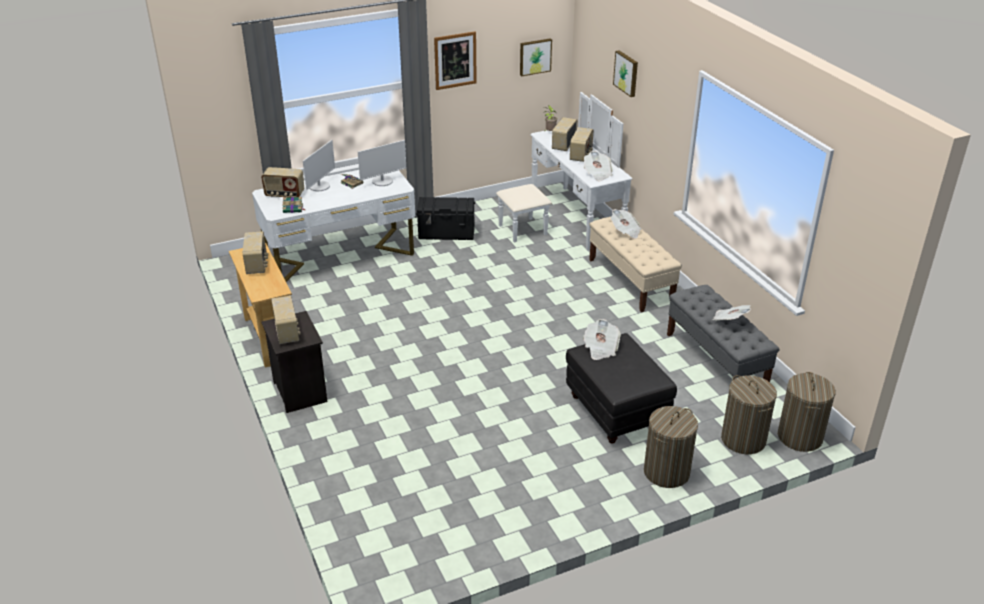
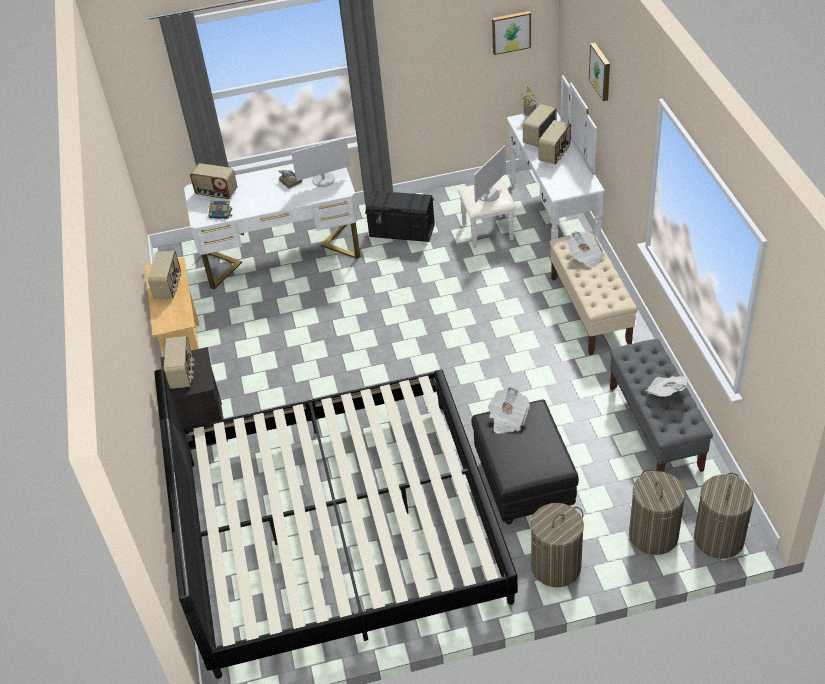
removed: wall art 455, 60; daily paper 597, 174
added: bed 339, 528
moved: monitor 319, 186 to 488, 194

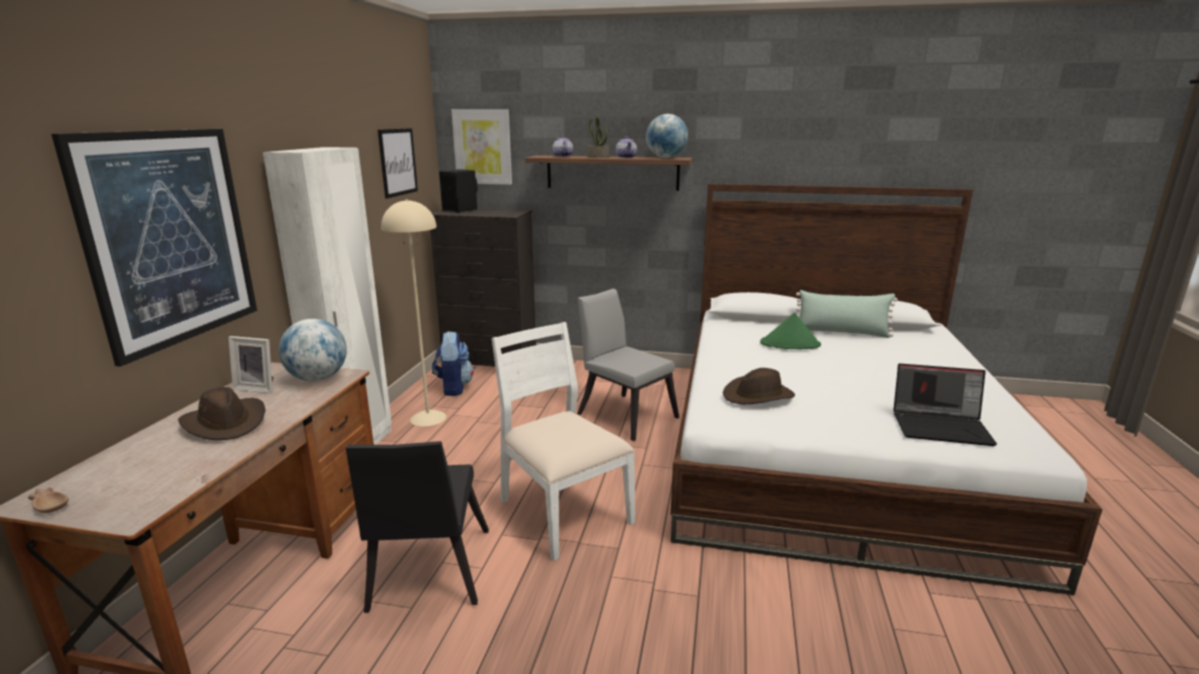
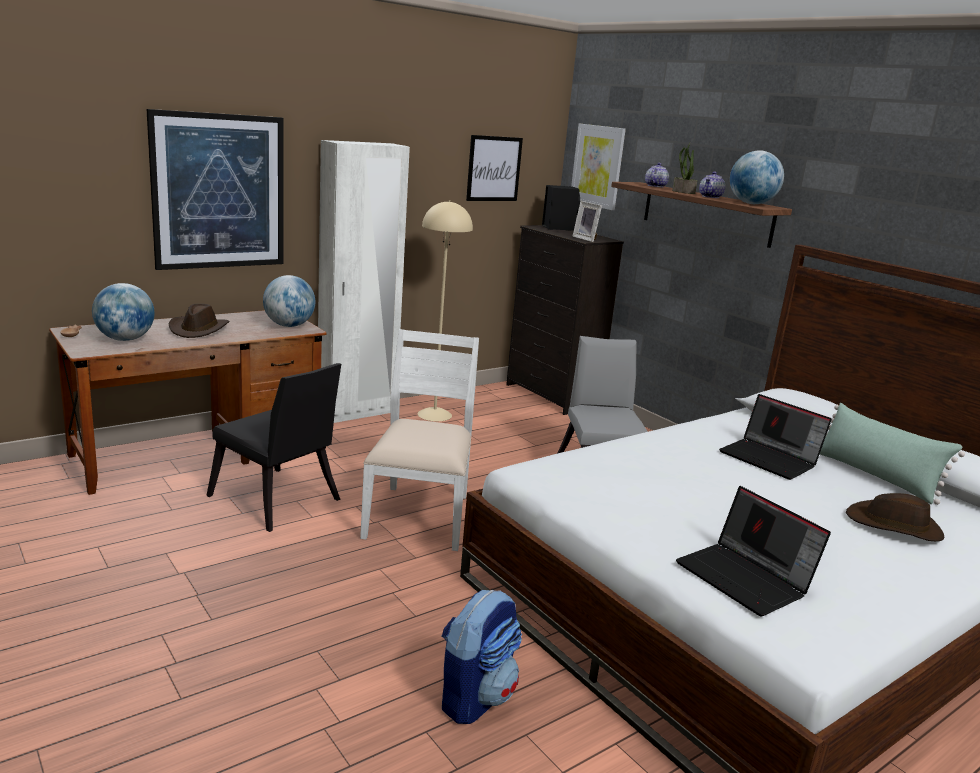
added: desk globe 125, 339
moved: backpack 453, 388 to 475, 697; photo frame 258, 387 to 586, 239; brown wearable hat 758, 396 to 894, 526
replaced: green wearable hat 790, 344 to notebook computer 770, 459
turned: black-coloured plain chair 427, 575 = 277, 502 90 degrees counterclockwise

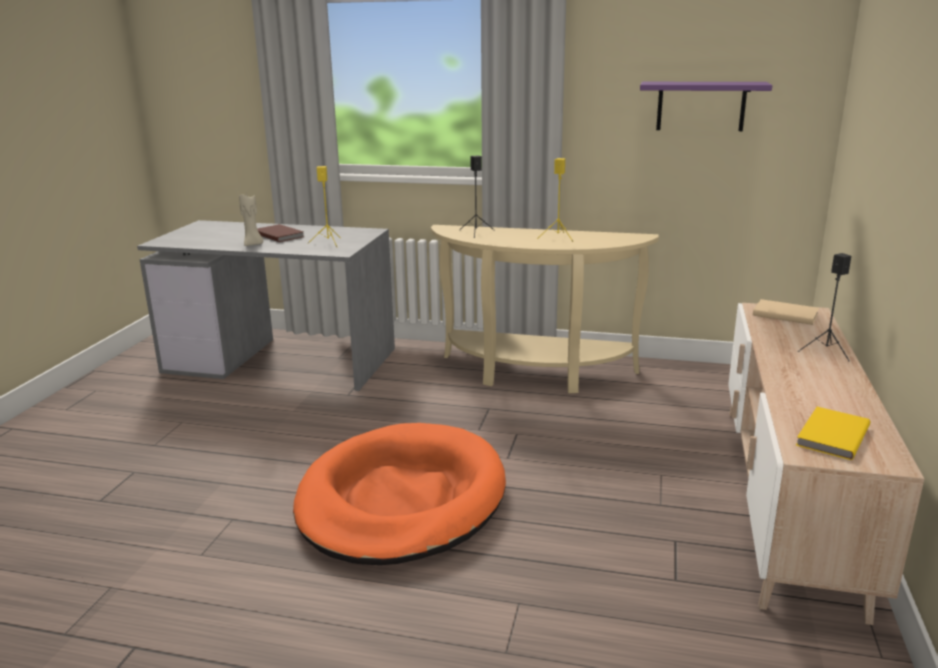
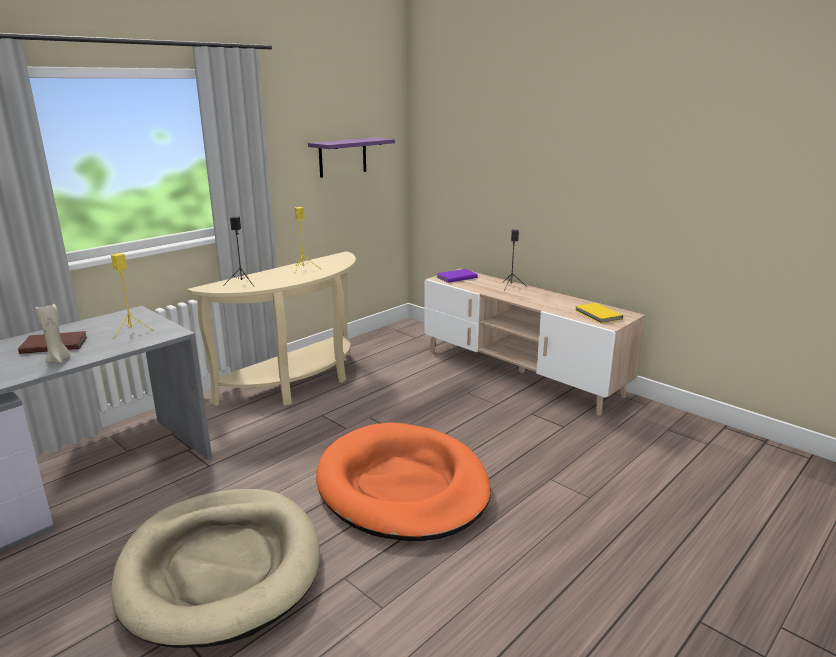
added: beige dog cushion 221, 568
recoloured: beige book 784, 314 to purple book 455, 277

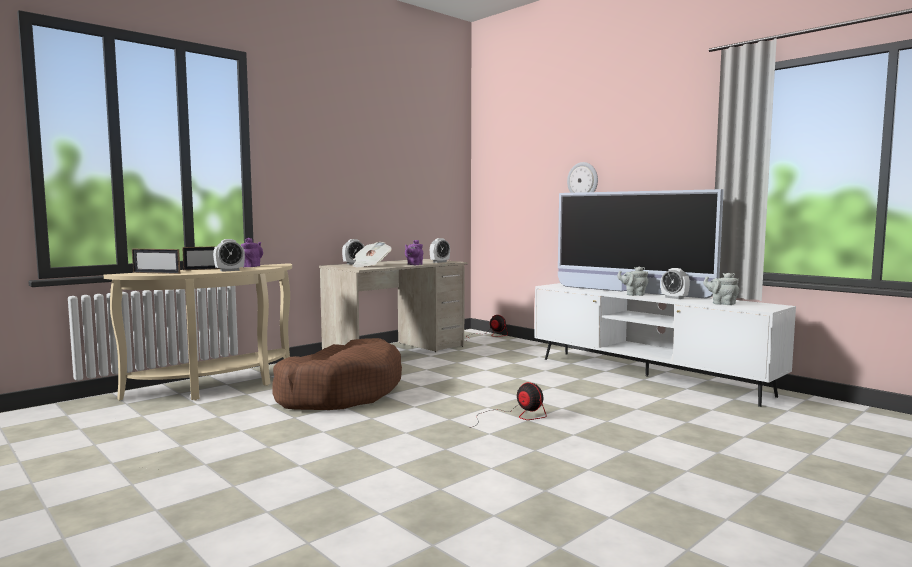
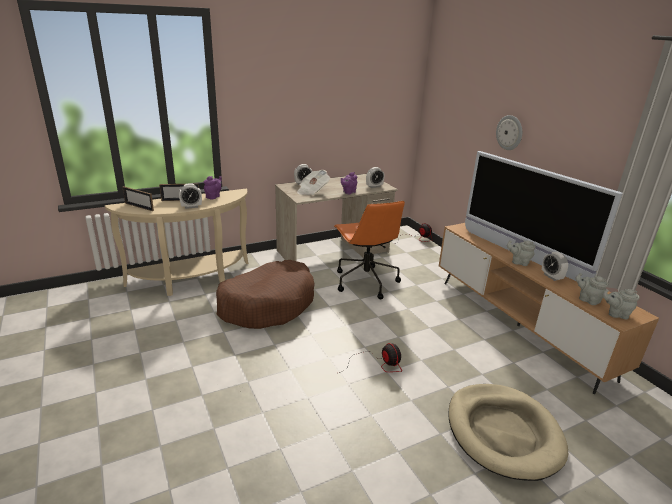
added: orange computer chair 365, 281; beige dog cushion 503, 432; greyish pot for tea 616, 314
recoloured: white-coloured tv stand 646, 376 to brown tv stand 518, 325

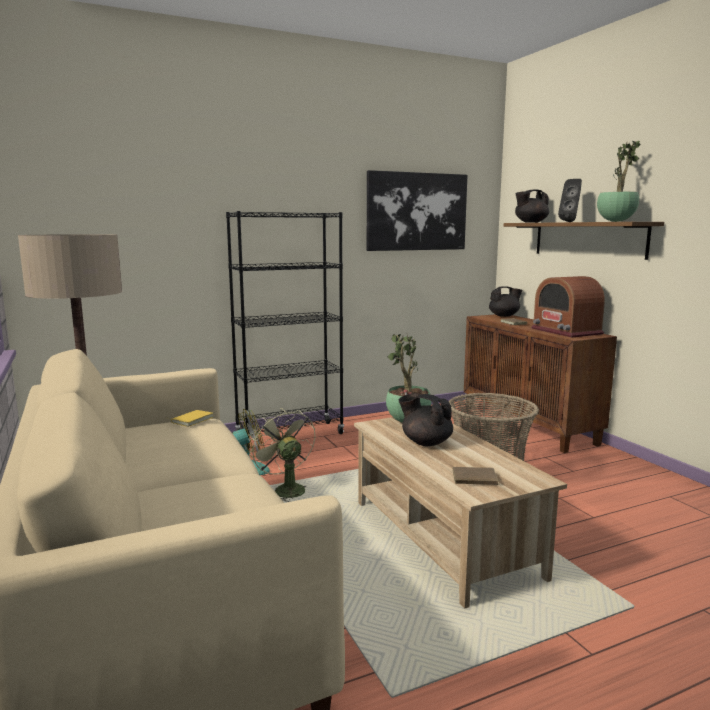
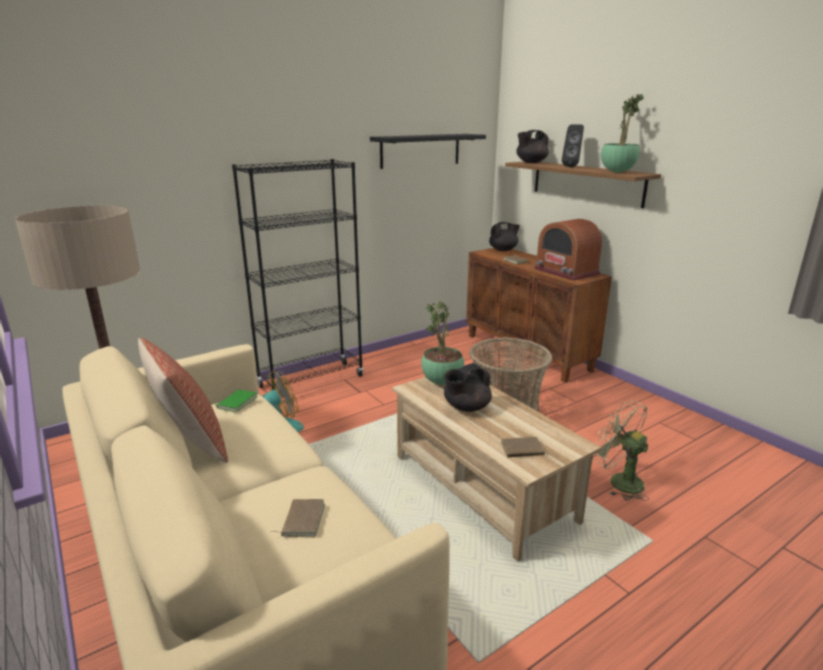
added: throw pillow 190, 443; brown book 302, 520
moved: green electric fan 285, 489 to 618, 481
replaced: wall art 416, 211 to black-coloured shelf 420, 150
recoloured: yellowish book 191, 420 to green book 236, 402
turned: black-coloured pot for tea 426, 442 = 466, 407 60 degrees counterclockwise

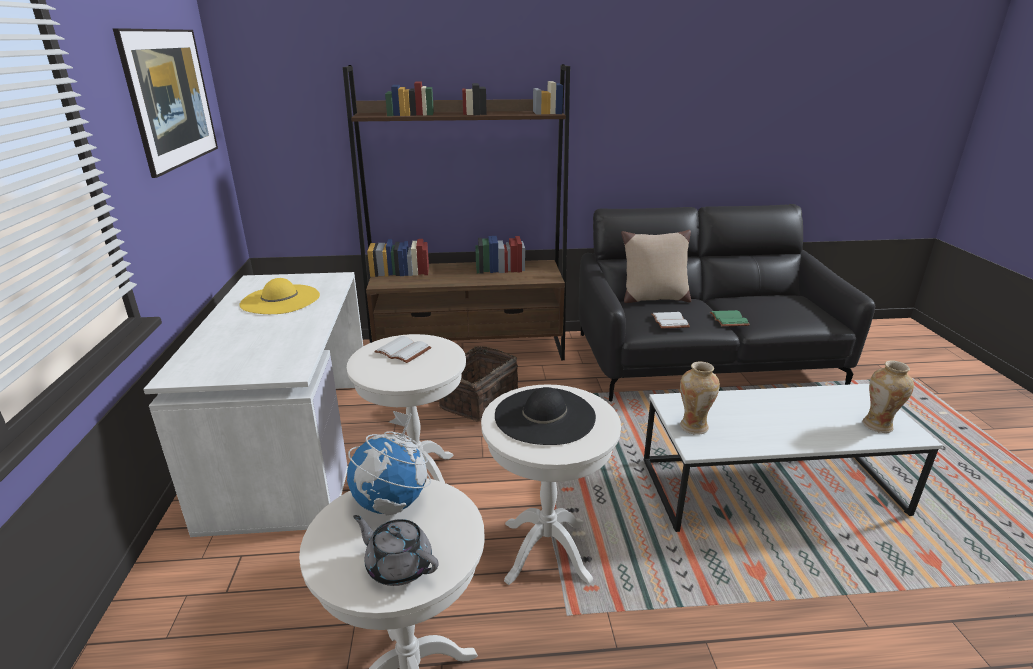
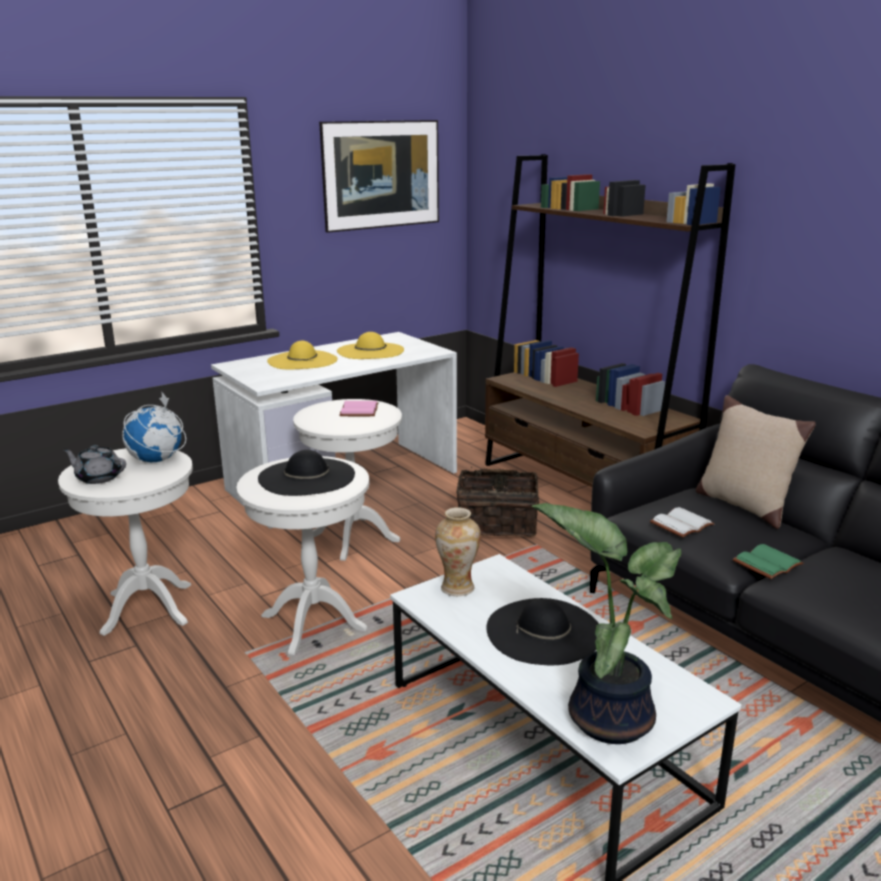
added: yellowish wearable hat 302, 360; black-coloured wearable hat 544, 631
replaced: flower vase 878, 425 to potted plant 609, 716
recoloured: white-coloured book 404, 351 to pink-coloured book 360, 411
turned: greyish pot for tea 398, 565 = 98, 478 75 degrees counterclockwise

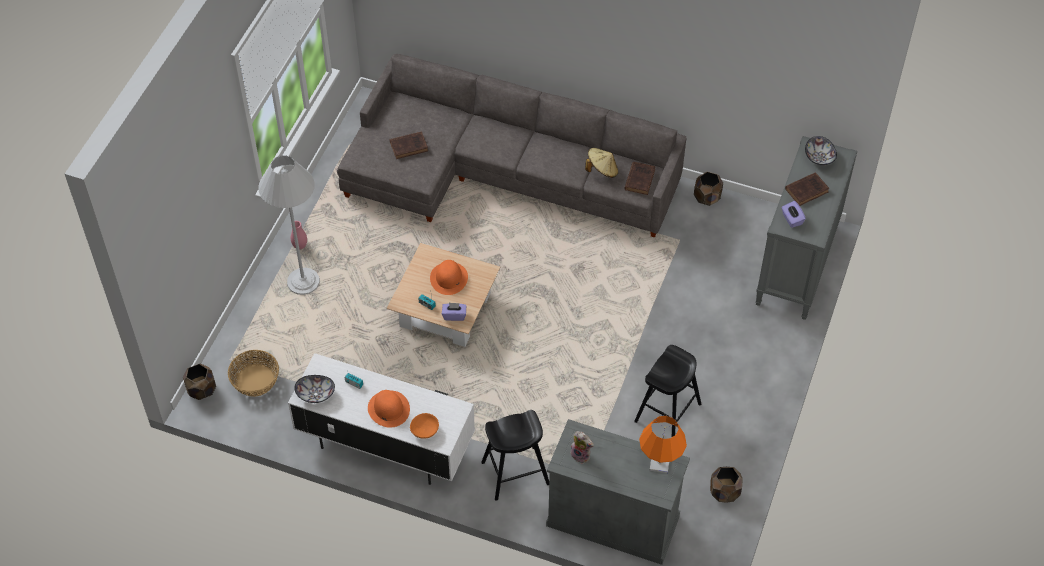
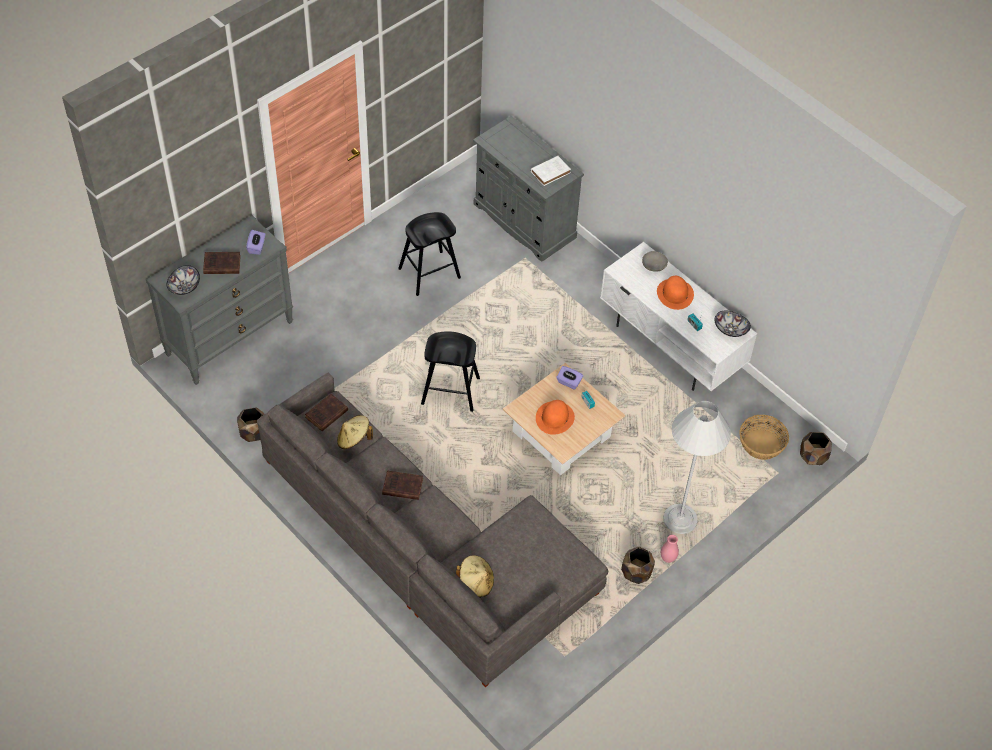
removed: orange lamp for a table 660, 464
added: beige wearable hat 476, 582
moved: brown book 410, 146 to 401, 486; black-coloured stool 515, 473 to 450, 391; brown plant pot 725, 492 to 636, 572
replaced: plush toy 581, 455 to white-coloured book 551, 172
recoloured: orange deep dish 425, 431 to greyish deep dish 653, 266

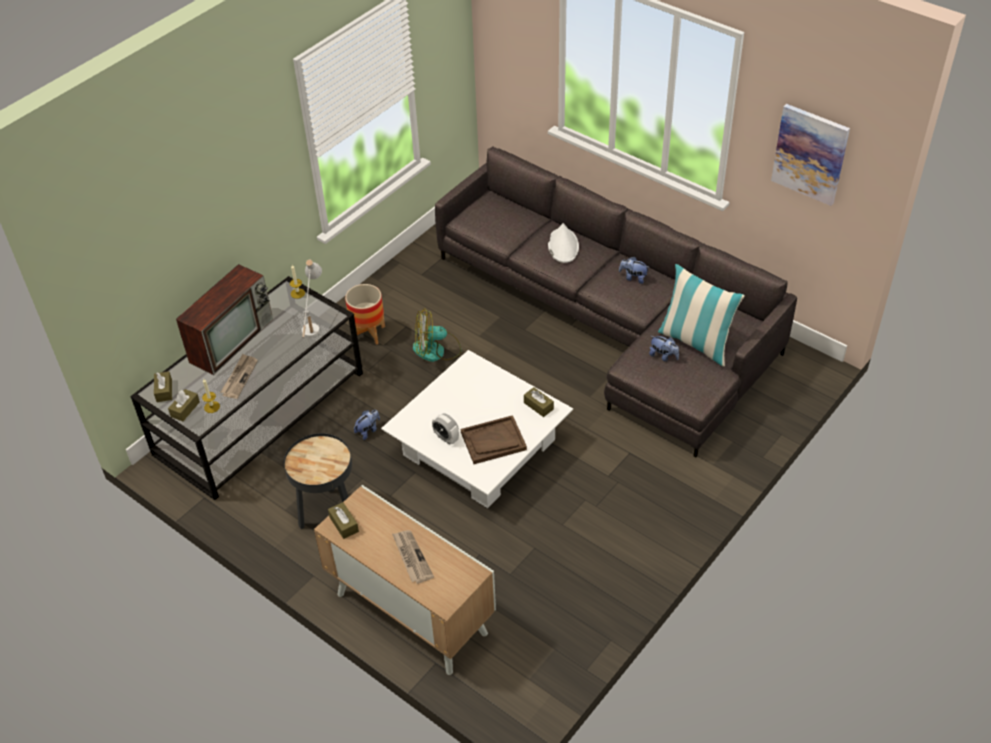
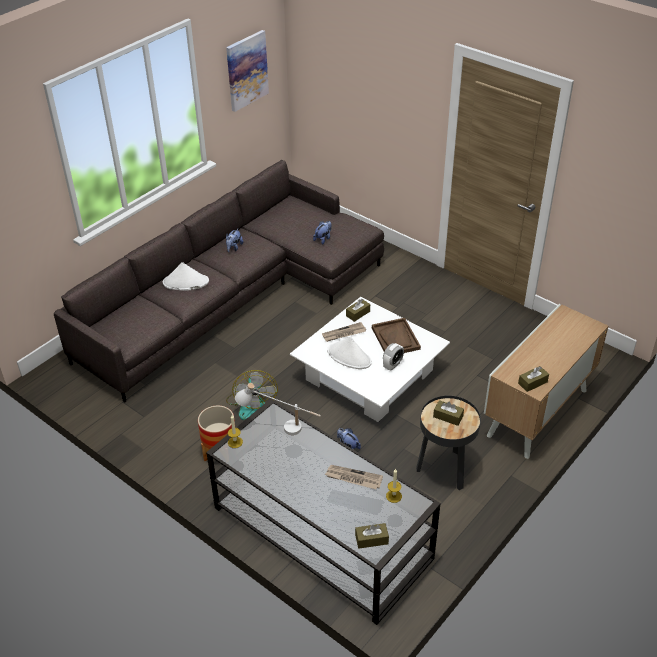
removed: television 232, 339; throw pillow 695, 342
added: white-coloured wearable hat 349, 357
moved: daily paper 411, 557 to 343, 333; brown tissue holder 185, 409 to 448, 416

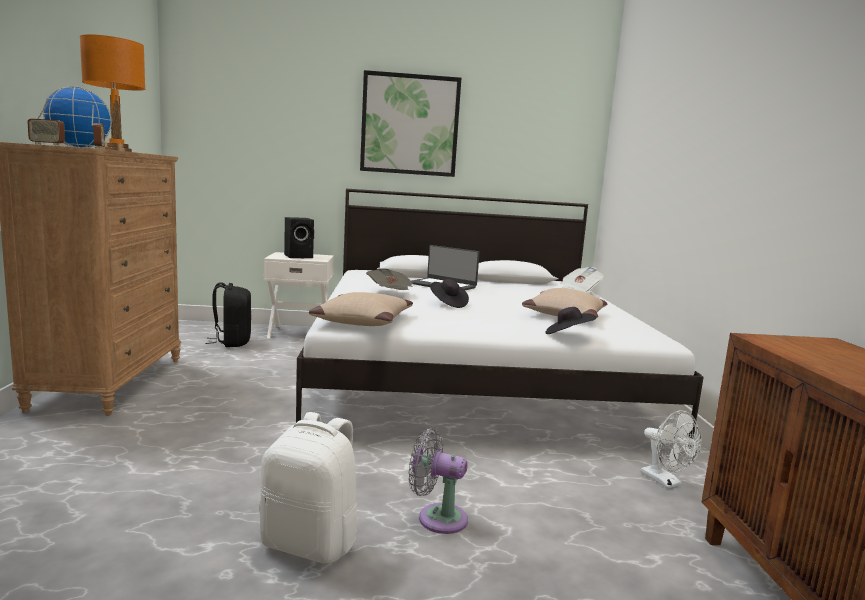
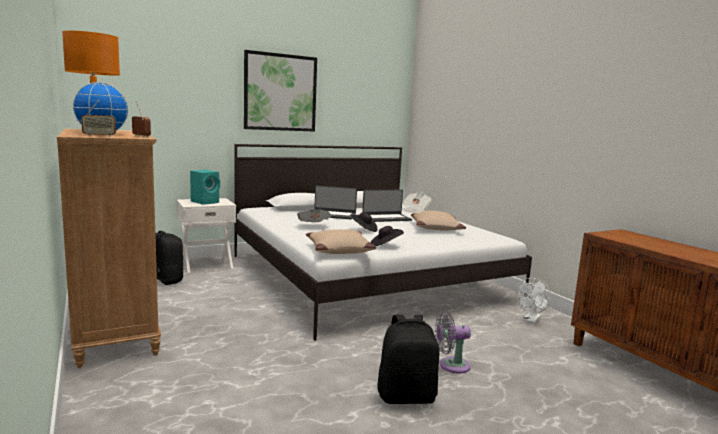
added: notebook computer 386, 218
moved: black-coloured wearable hat 567, 335 to 385, 245
recoloured: black-coloured speaker 299, 256 to turquoise speaker 206, 202; white-coloured backpack 311, 543 to black-coloured backpack 406, 396
turned: white-coloured electric fan 665, 482 = 531, 320 90 degrees clockwise

